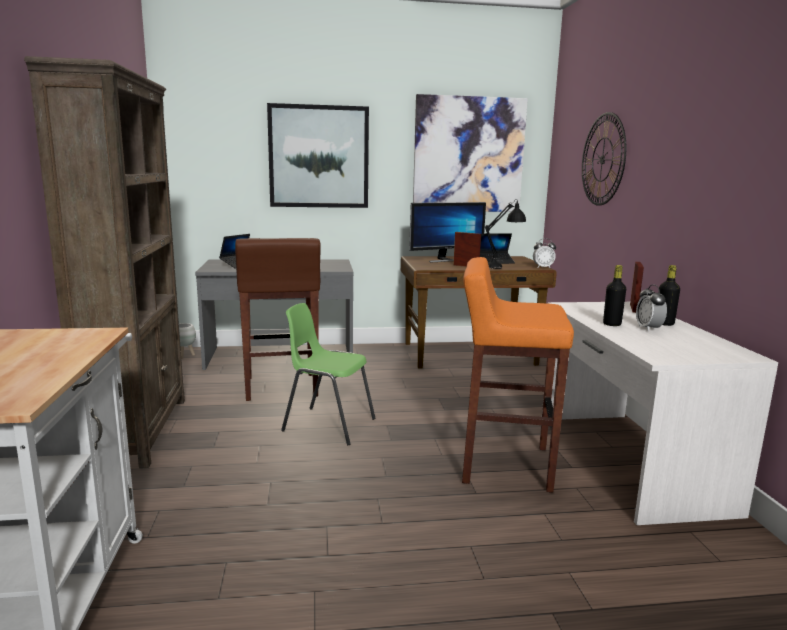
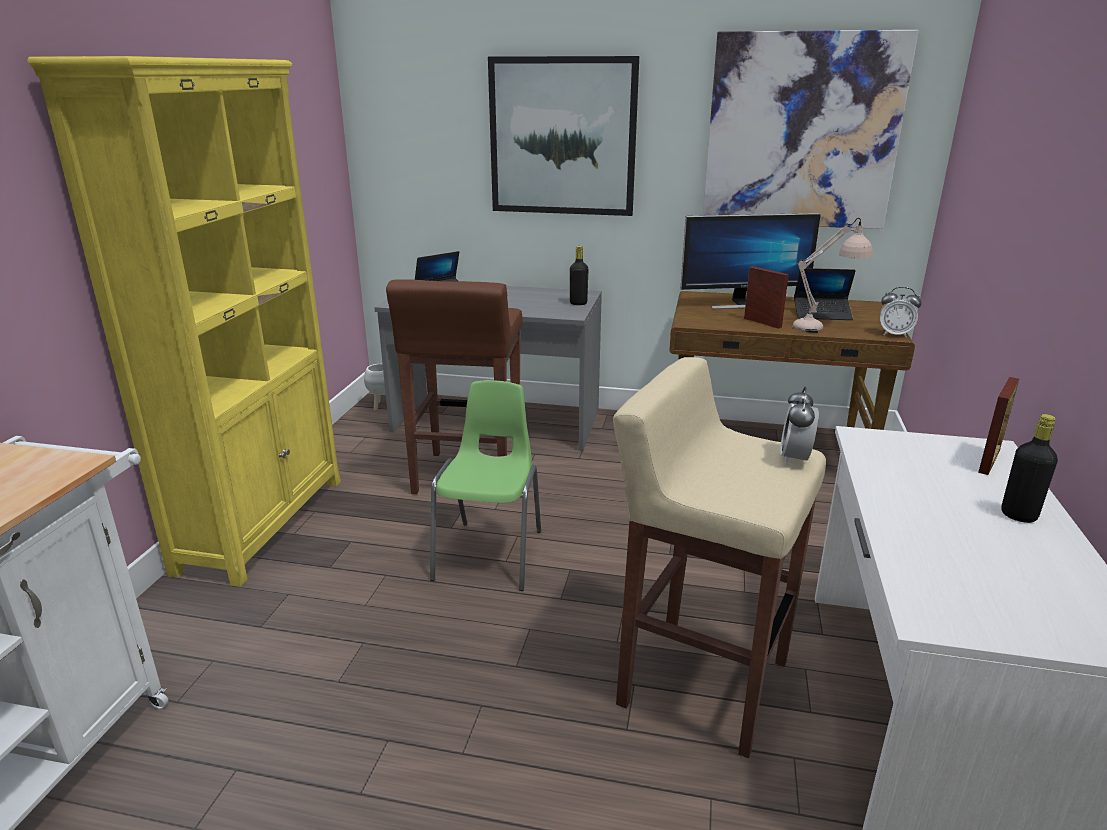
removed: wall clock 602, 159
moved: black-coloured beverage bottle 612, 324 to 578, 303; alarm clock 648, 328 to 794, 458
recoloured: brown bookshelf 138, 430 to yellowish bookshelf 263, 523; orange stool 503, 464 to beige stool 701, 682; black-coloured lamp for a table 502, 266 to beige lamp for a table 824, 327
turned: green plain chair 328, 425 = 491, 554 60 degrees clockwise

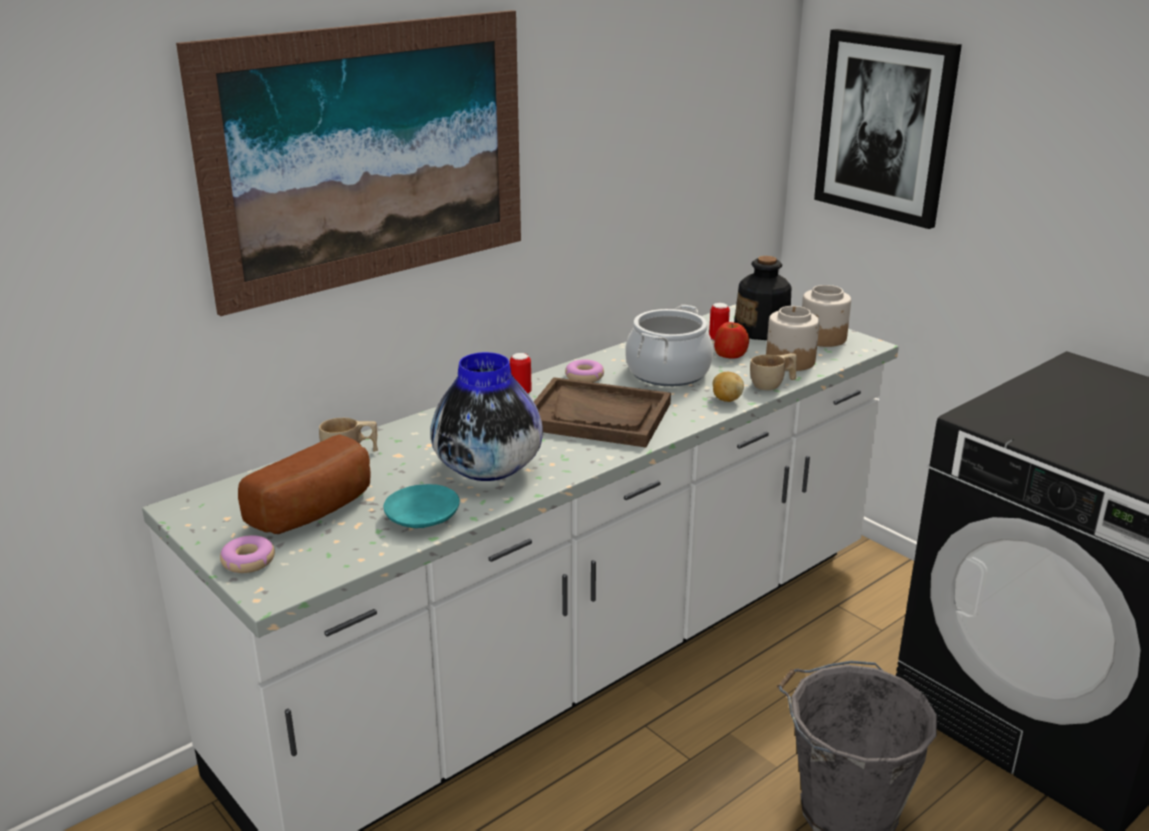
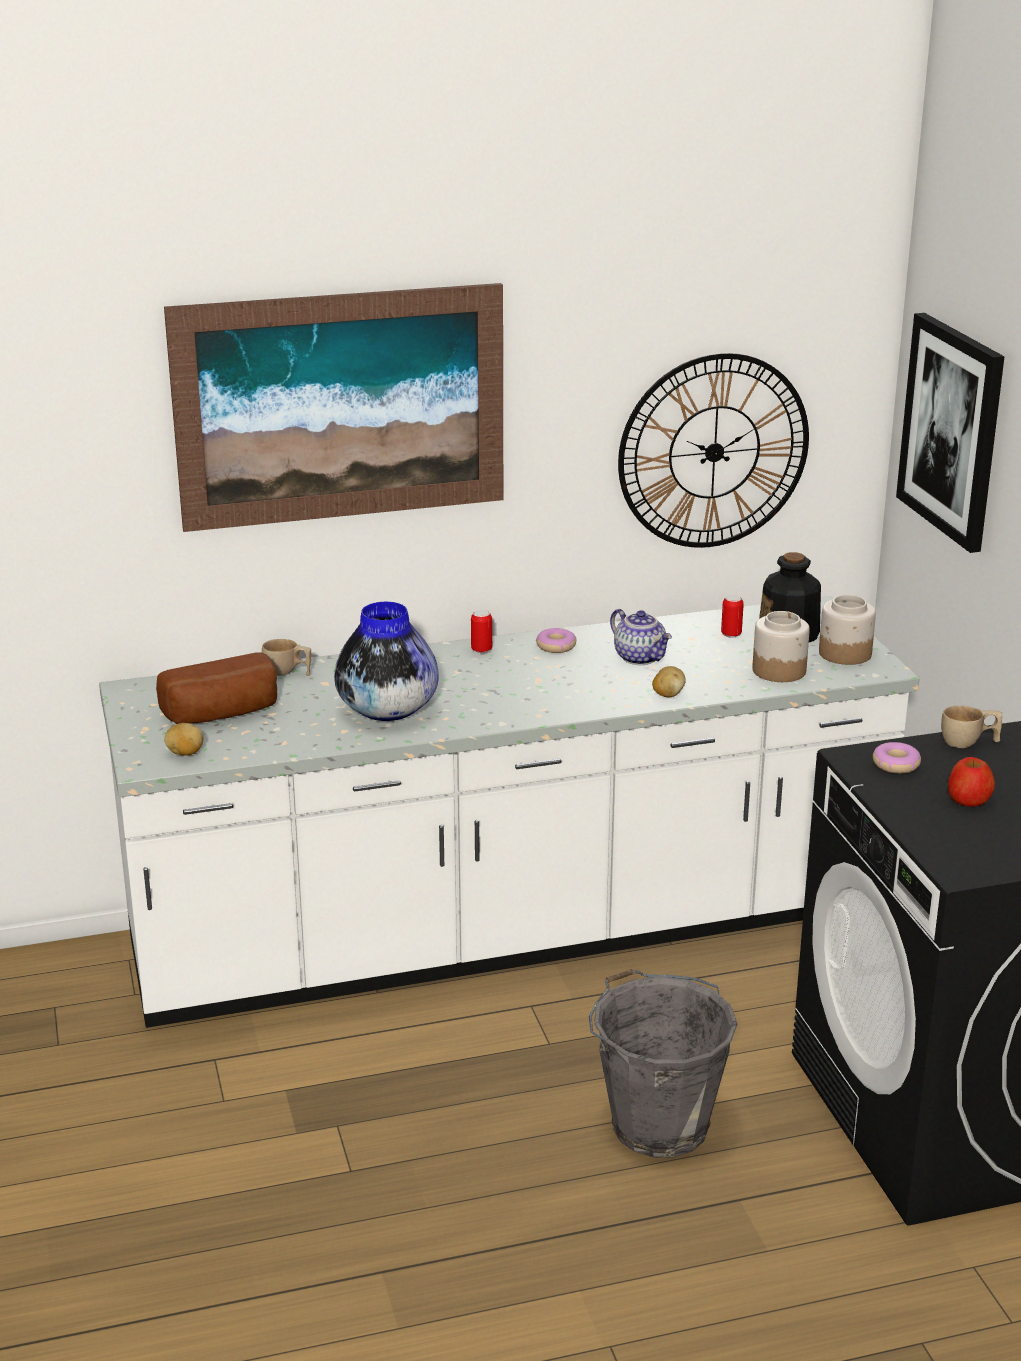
removed: turquoise flat dish 421, 517; brown carrying tray 598, 416
added: whole potato 185, 753; wall clock 714, 452
moved: doughnut 248, 561 to 895, 764; beige cup 773, 385 to 969, 743; apple fruit 730, 354 to 968, 799
replaced: saucepot 667, 372 to pot for tea 641, 658

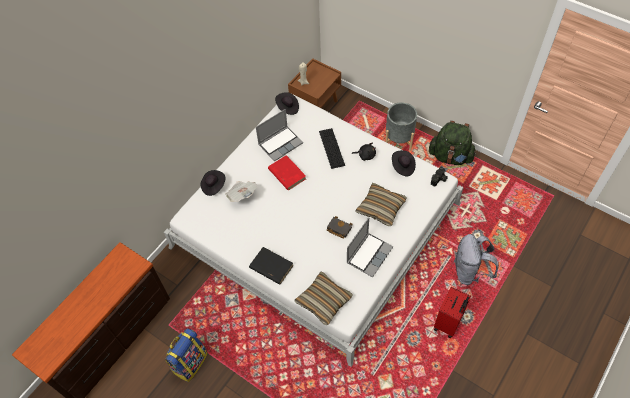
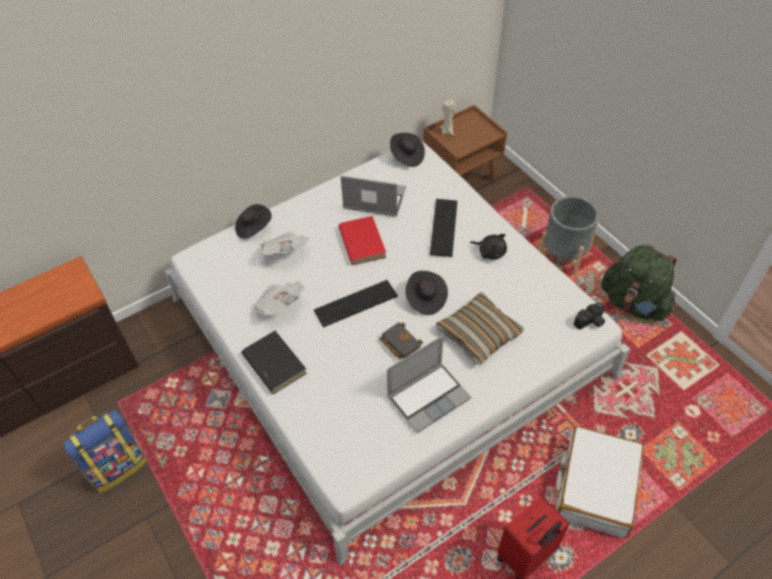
removed: throw pillow 323, 301
added: daily paper 280, 305; computer keyboard 355, 303
moved: black-coloured wearable hat 403, 167 to 425, 299
replaced: greyish backpack 470, 272 to white-coloured travel case 595, 487
turned: notebook computer 280, 143 = 373, 199 150 degrees counterclockwise

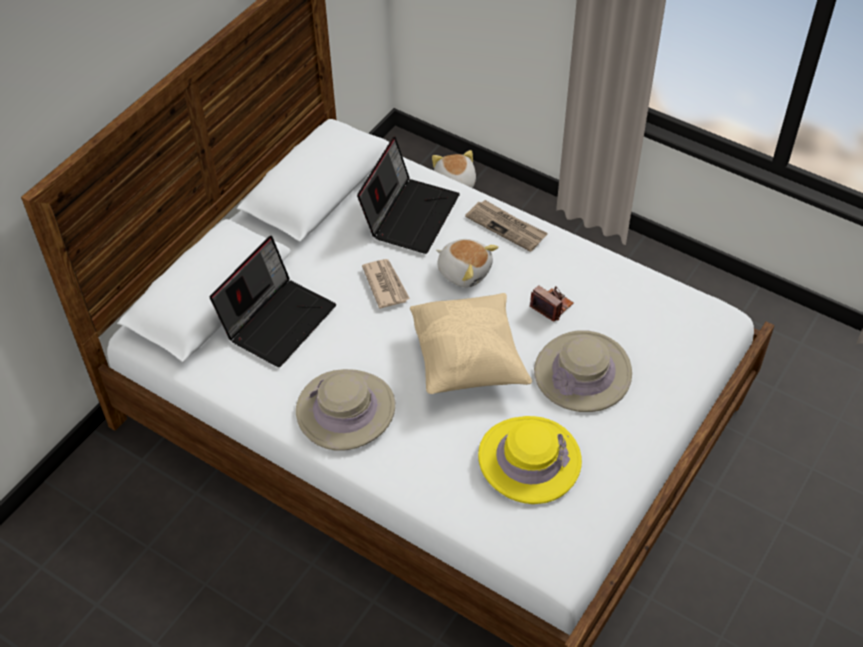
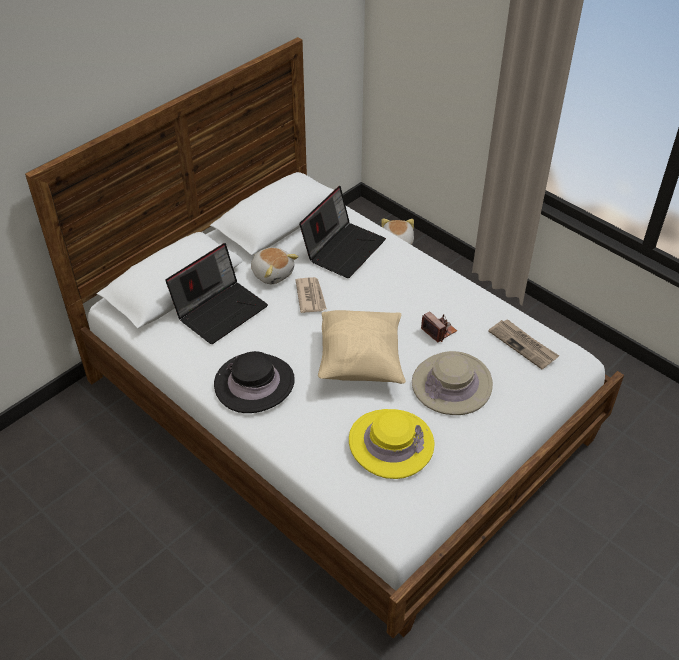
moved: plush toy 464, 271 to 273, 273; daily paper 507, 227 to 523, 345
recoloured: beige wearable hat 346, 410 to black-coloured wearable hat 254, 383

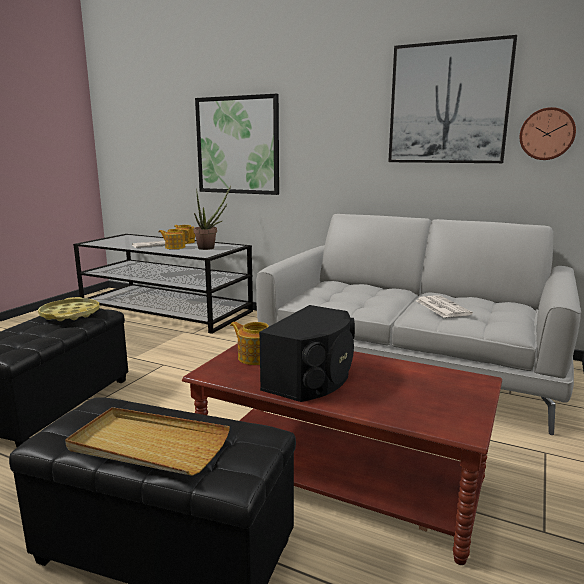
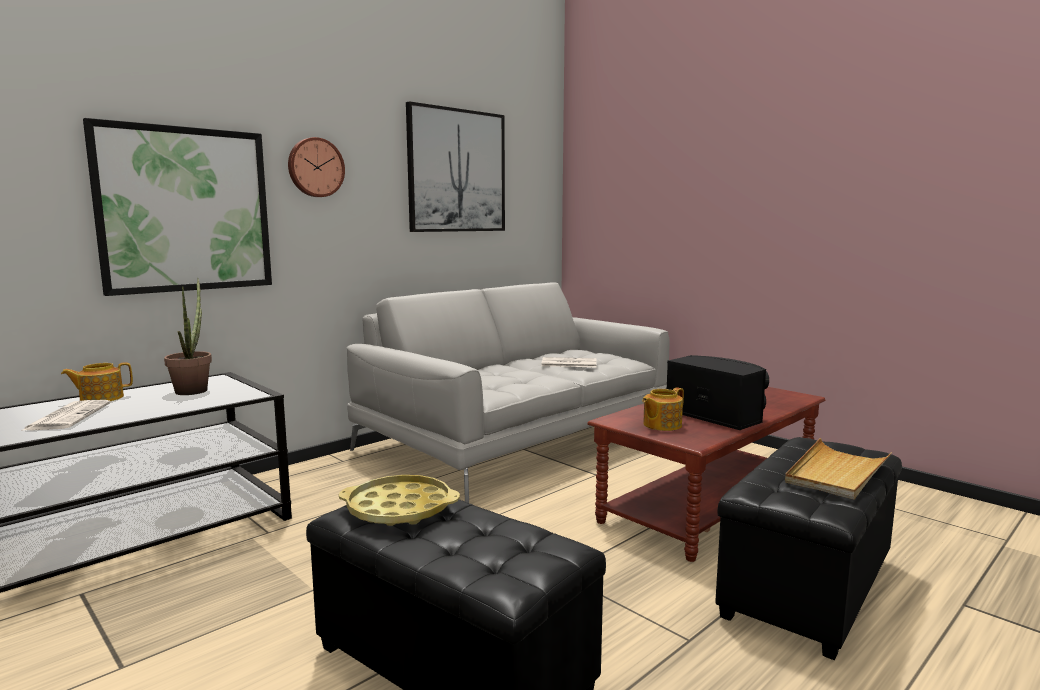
removed: pot for tea 175, 247
moved: wall clock 547, 134 to 315, 167

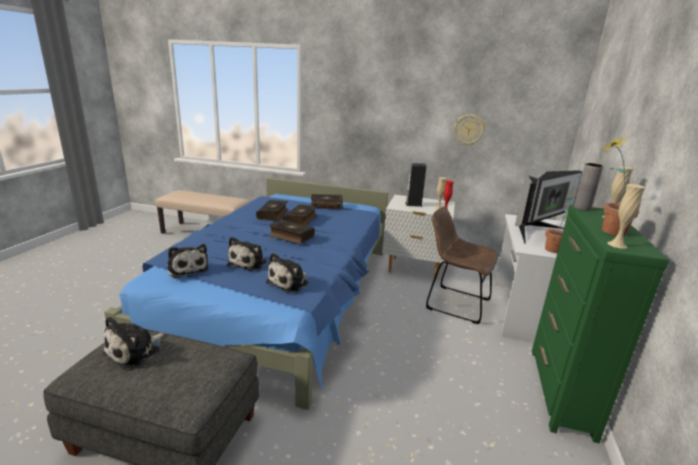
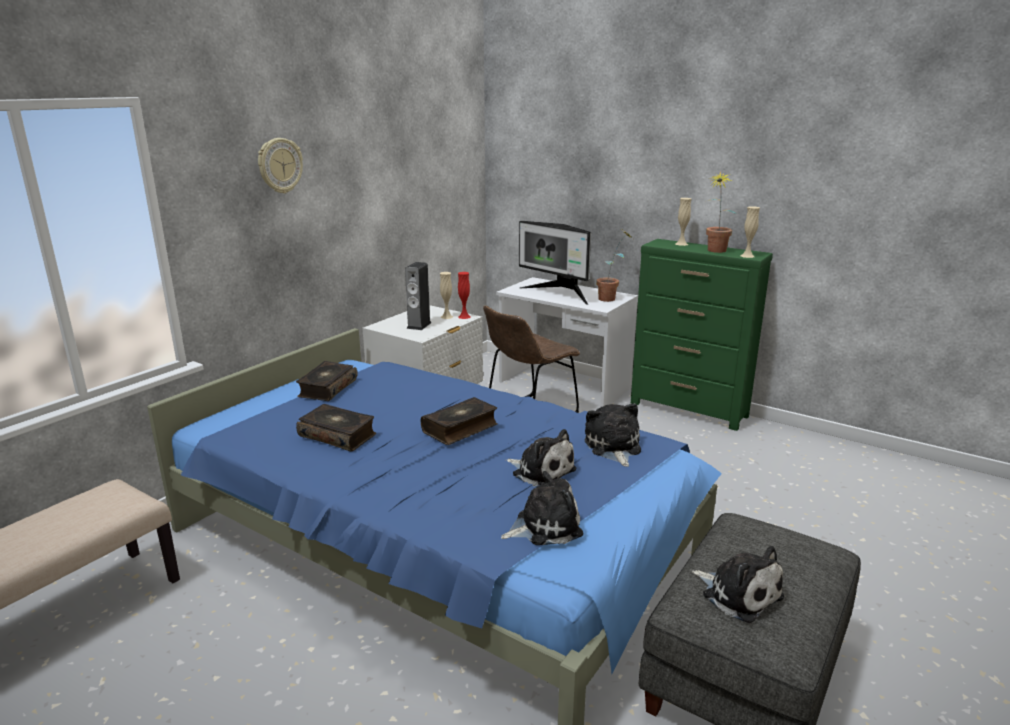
removed: book 301, 220; greyish flower vase 582, 208
moved: wall clock 468, 130 to 280, 165
turned: monitor 536, 232 = 559, 293 150 degrees clockwise; plush toy 289, 282 = 613, 447 150 degrees counterclockwise

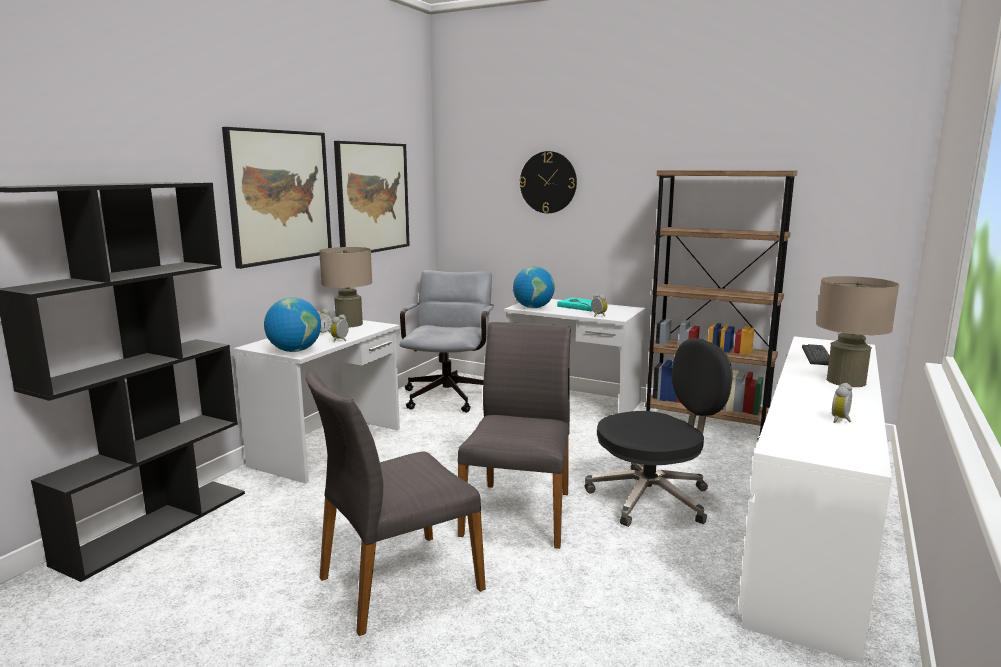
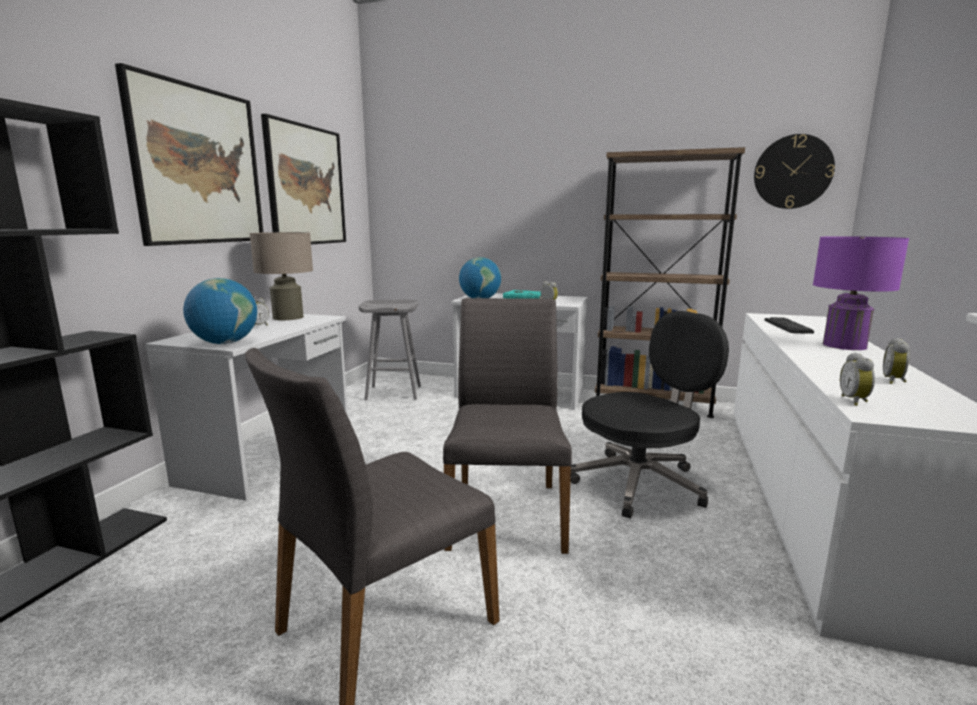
moved: wall clock 548, 182 to 793, 172; alarm clock 341, 340 to 855, 401
replaced: greyish computer chair 449, 394 to greyish stool 394, 393
recoloured: beige lamp for a table 846, 381 to purple lamp for a table 844, 345

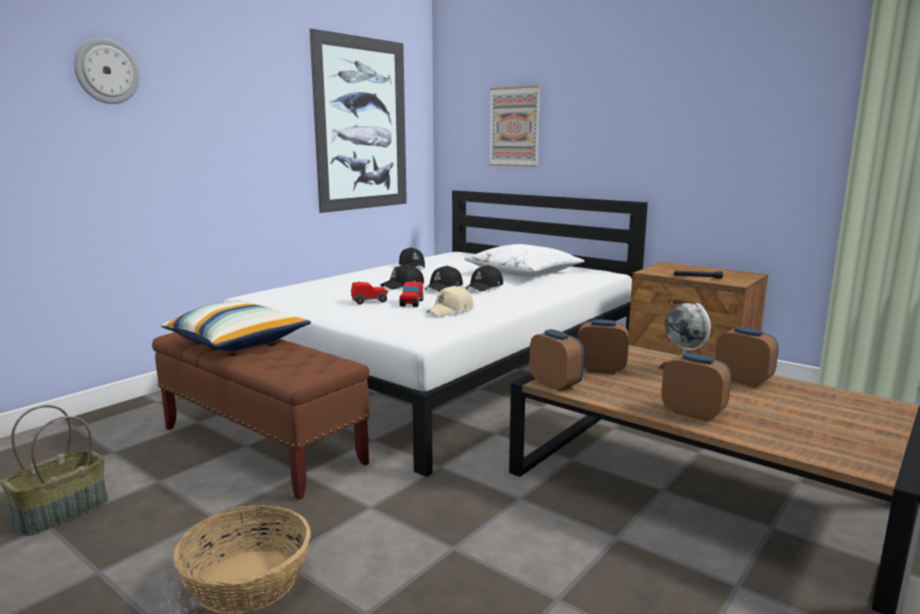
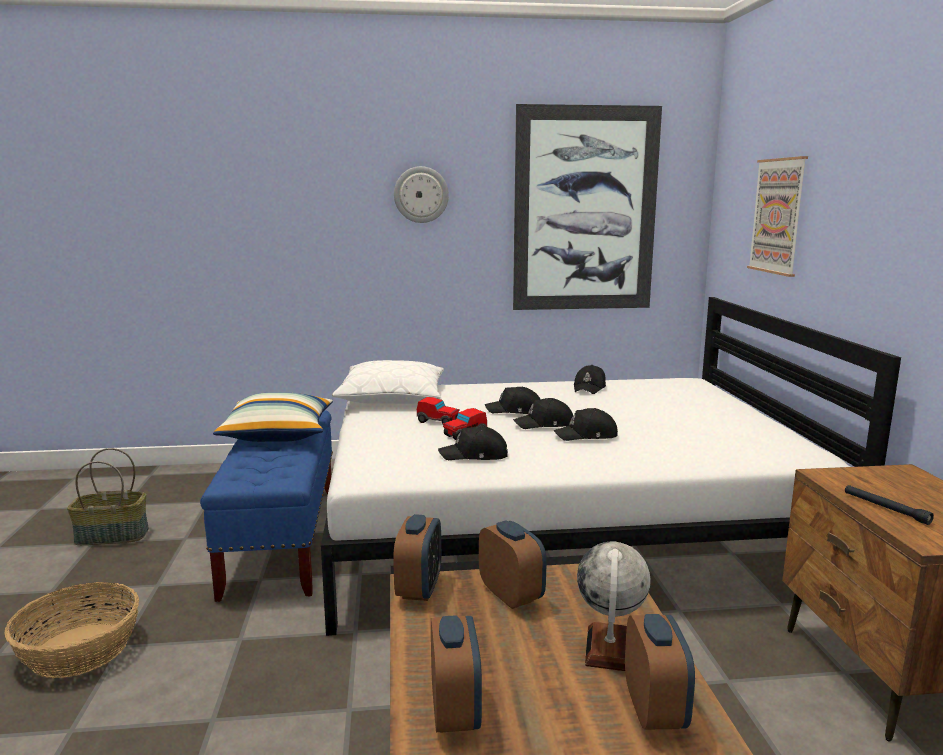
moved: white-coloured throw pillow 523, 272 to 392, 397; wall clock 106, 71 to 421, 194
recoloured: brown bench 262, 446 to blue-coloured bench 282, 539; beige peaked cap 451, 310 to black-coloured peaked cap 475, 455

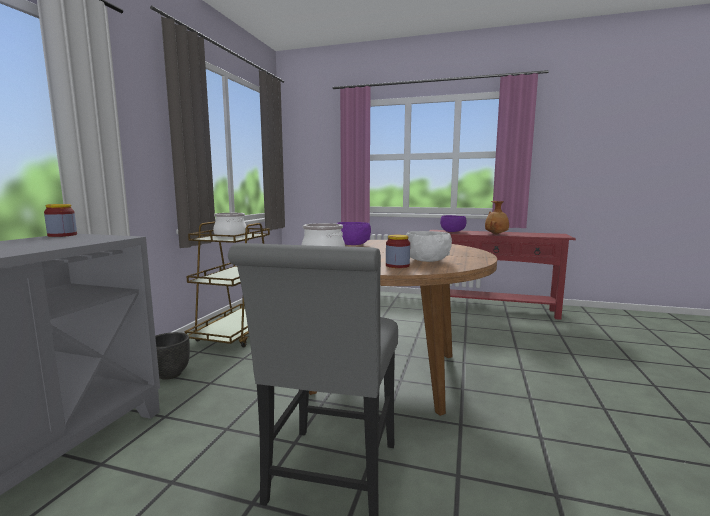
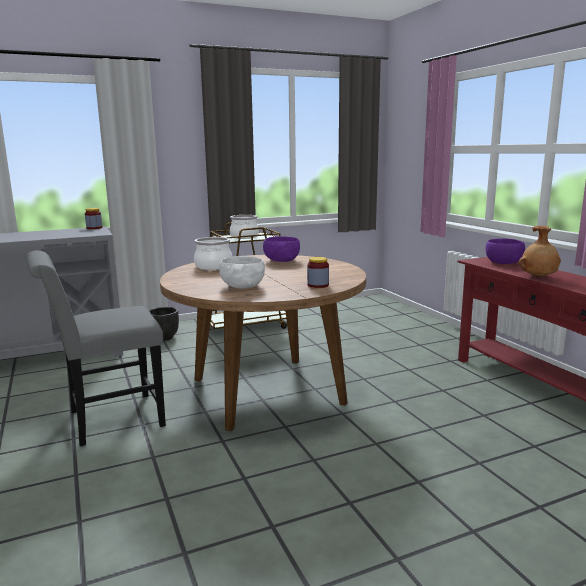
moved: storage jar 397, 266 to 318, 285

